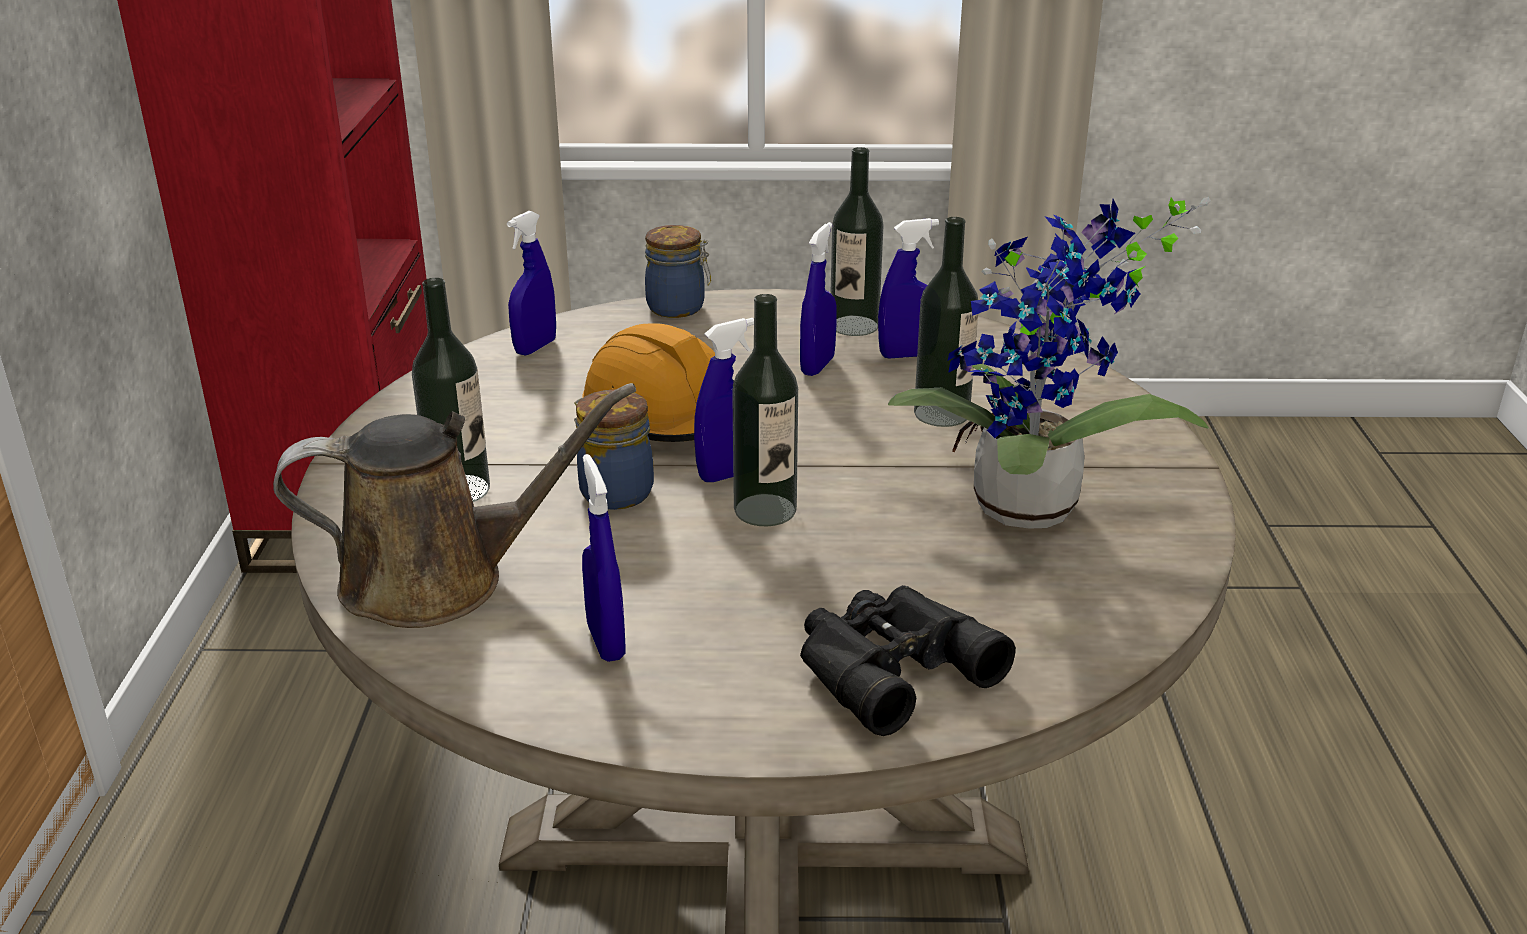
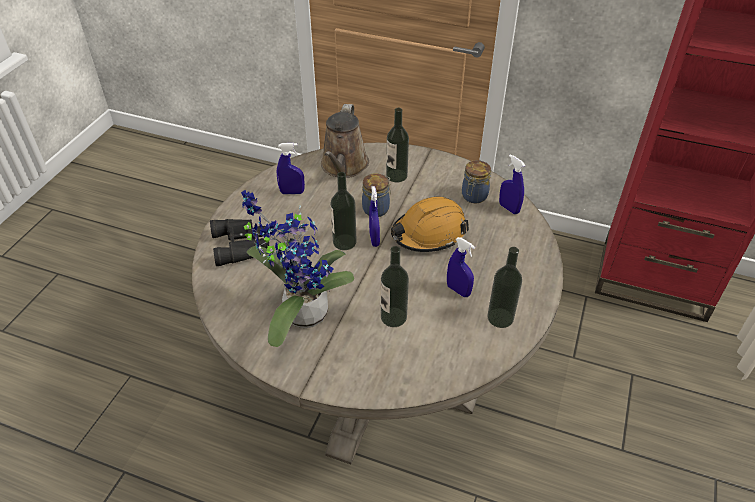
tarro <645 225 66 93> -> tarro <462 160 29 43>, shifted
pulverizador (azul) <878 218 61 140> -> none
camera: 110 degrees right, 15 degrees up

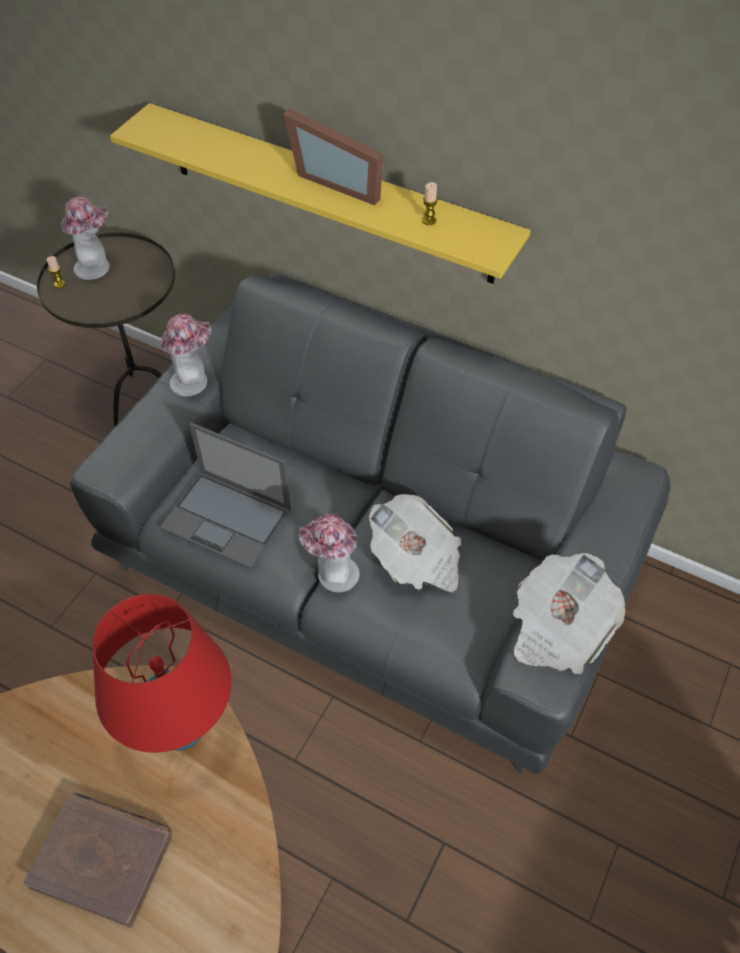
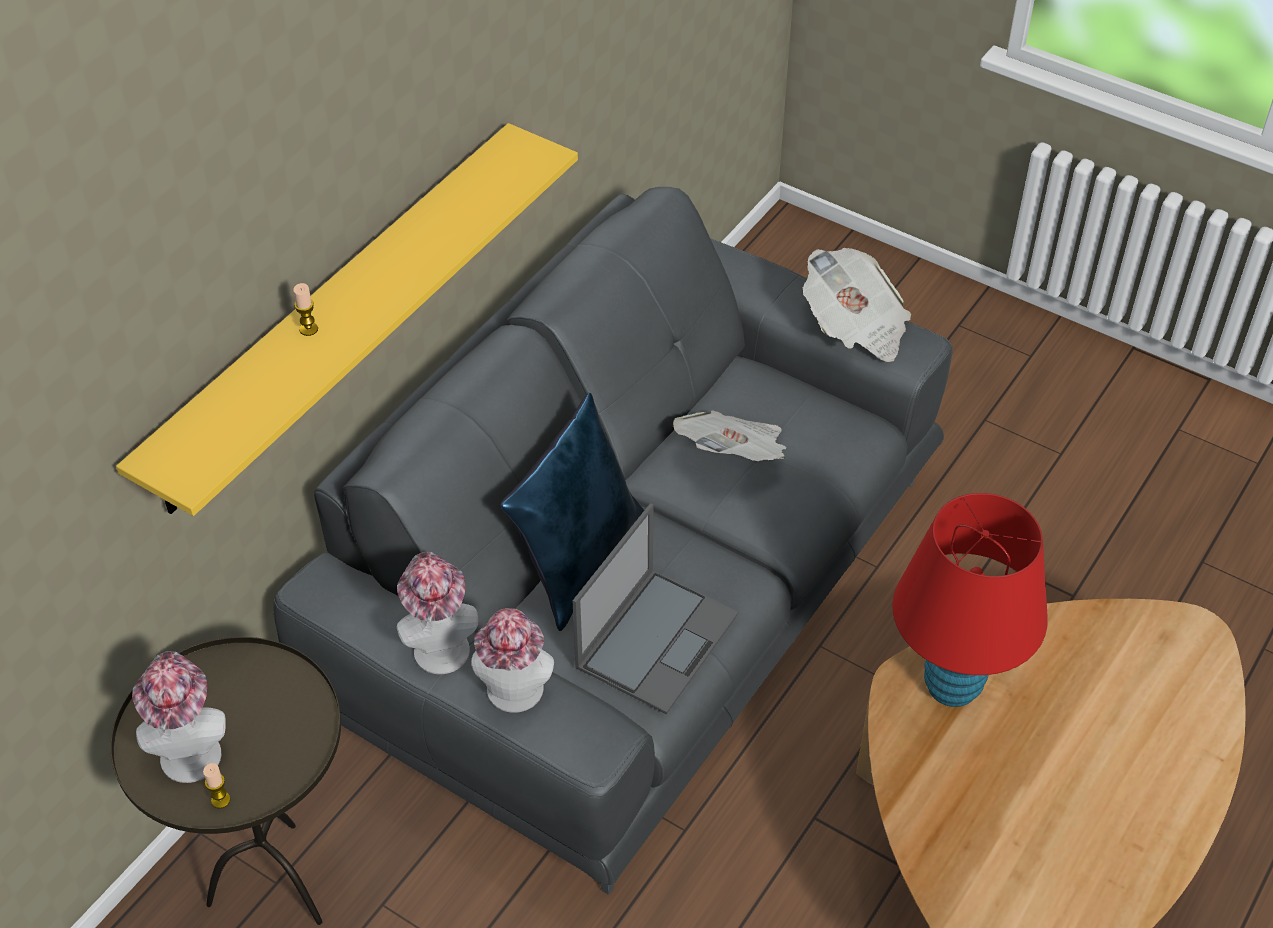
vela <422 182 16 43> -> vela <293 283 25 53>, shifted
sombrero <299 514 61 78> -> sombrero <471 608 83 105>, shifted
none -> cojín (azul) <500 393 144 238>
libro (marrón) <23 793 149 135> -> none
portarretratos <283 108 100 97> -> none
camera: 85 degrees left, 5 degrees down

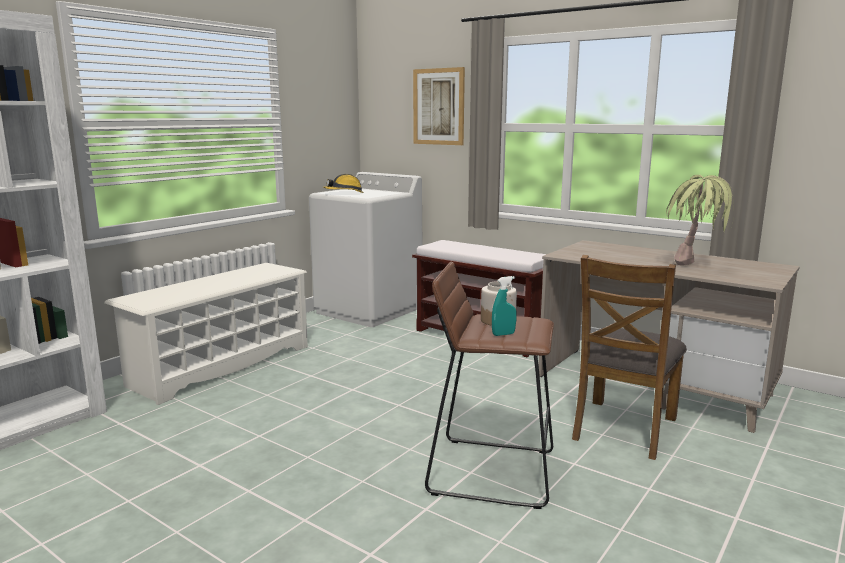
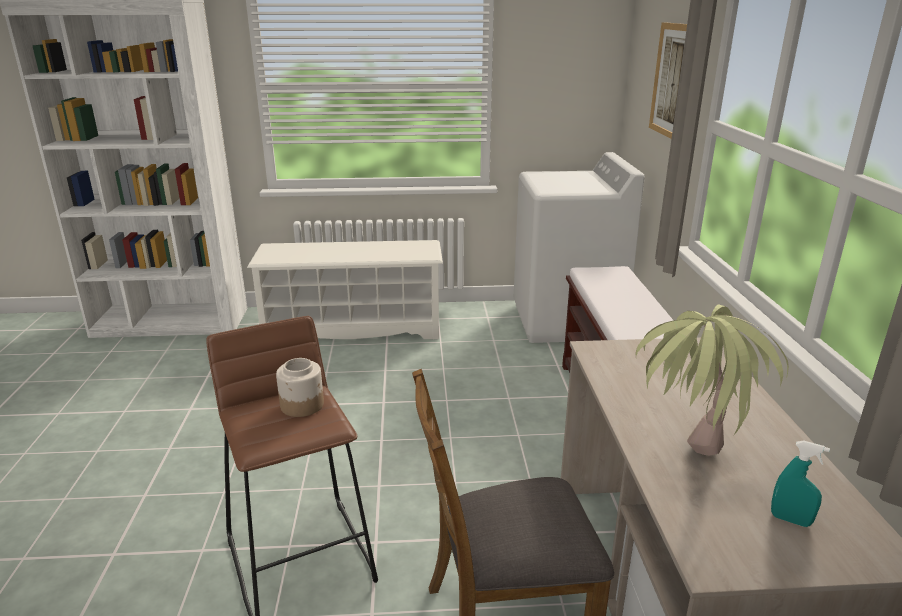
pulverizador (turquesa) <492 276 25 60> -> pulverizador (turquesa) <771 441 59 86>, shifted
casco <324 174 40 19> -> none
camera: 50 degrees right, 10 degrees up

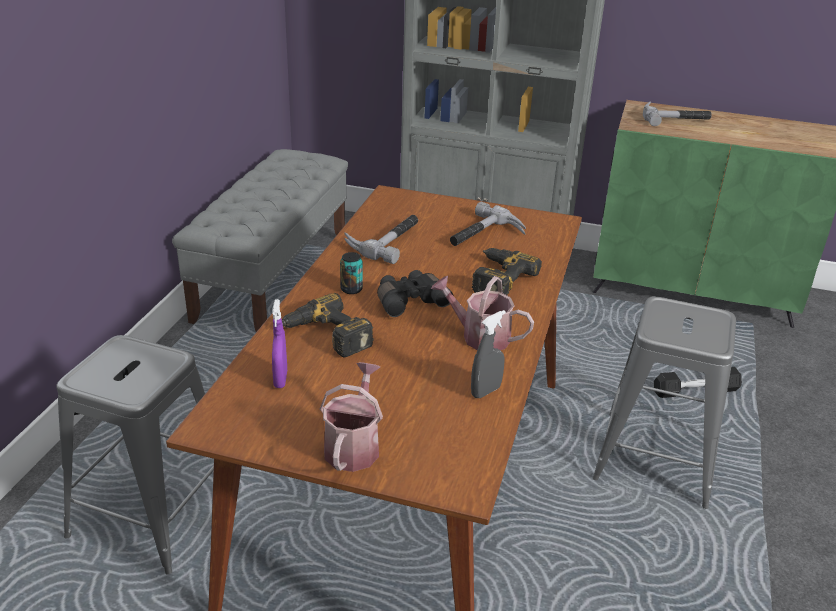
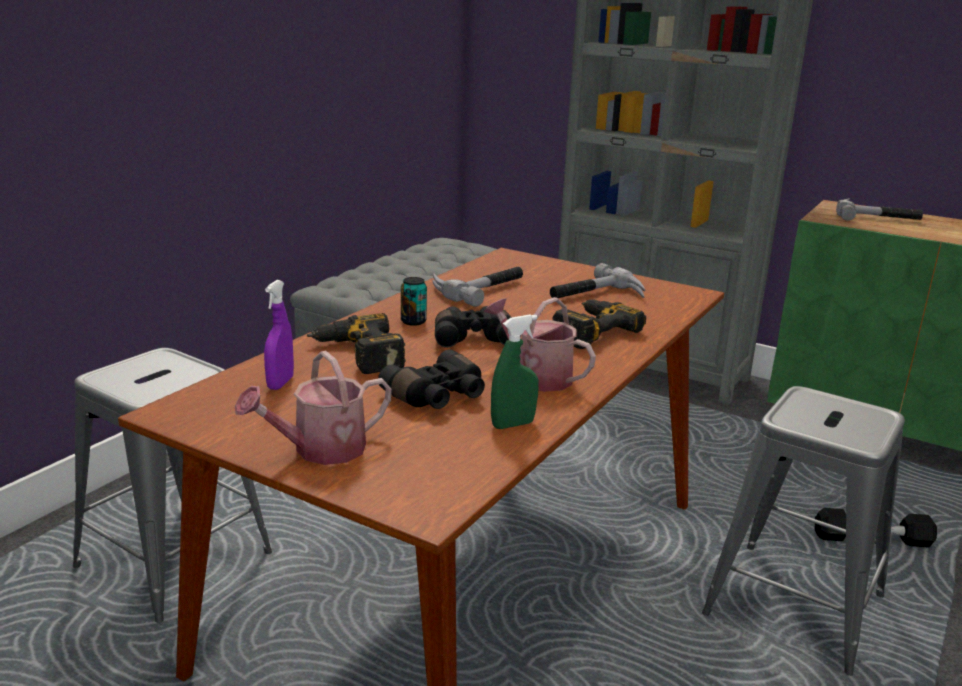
regadera <320 362 63 110> -> regadera <235 350 157 115>, 150 degrees counterclockwise
none -> prismáticos (negro) <378 350 107 59>
pulverizador (gris) <471 310 35 88> -> pulverizador (verde) <491 315 48 114>
camera: 15 degrees right, 10 degrees down

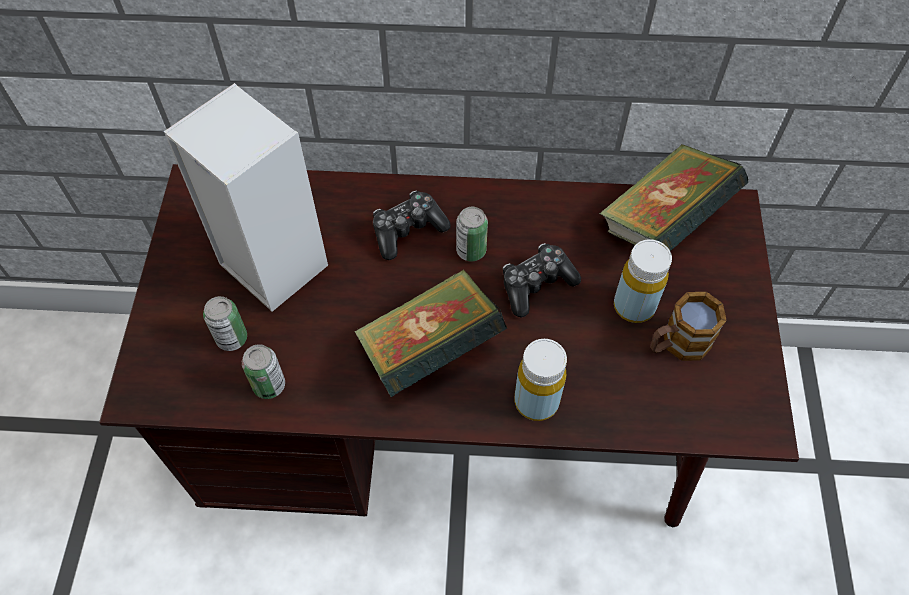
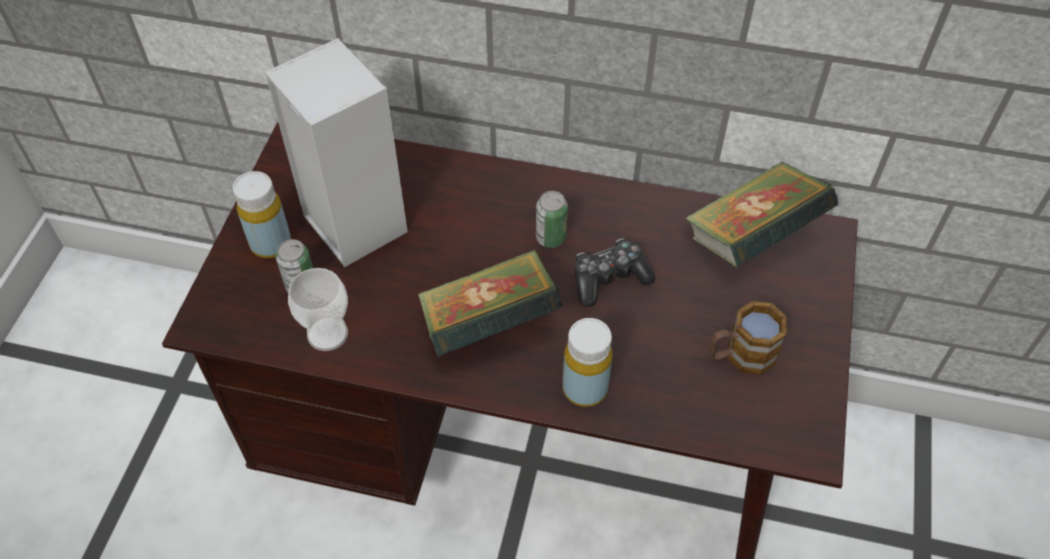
botella (amarillo) <614 239 58 84> -> botella (amarillo) <233 171 58 87>, shifted
lata <242 344 43 55> -> taza <288 268 60 83>
mando de consola <373 190 78 70> -> none
camera: 10 degrees right, 5 degrees down

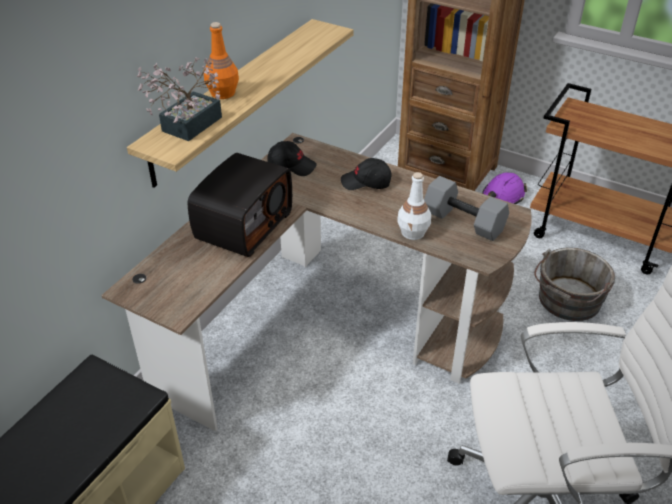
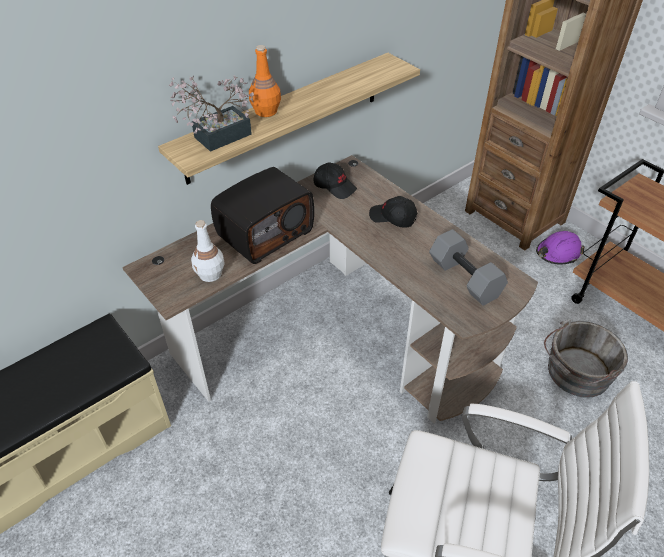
botella (blanco) <397 172 34 68> -> botella (blanco) <191 220 34 62>, shifted
camera: 20 degrees right, 5 degrees up

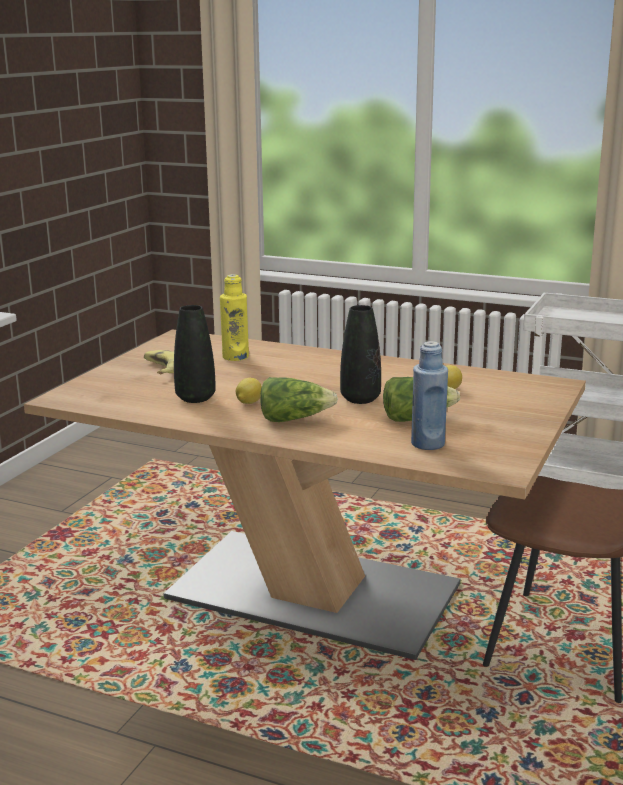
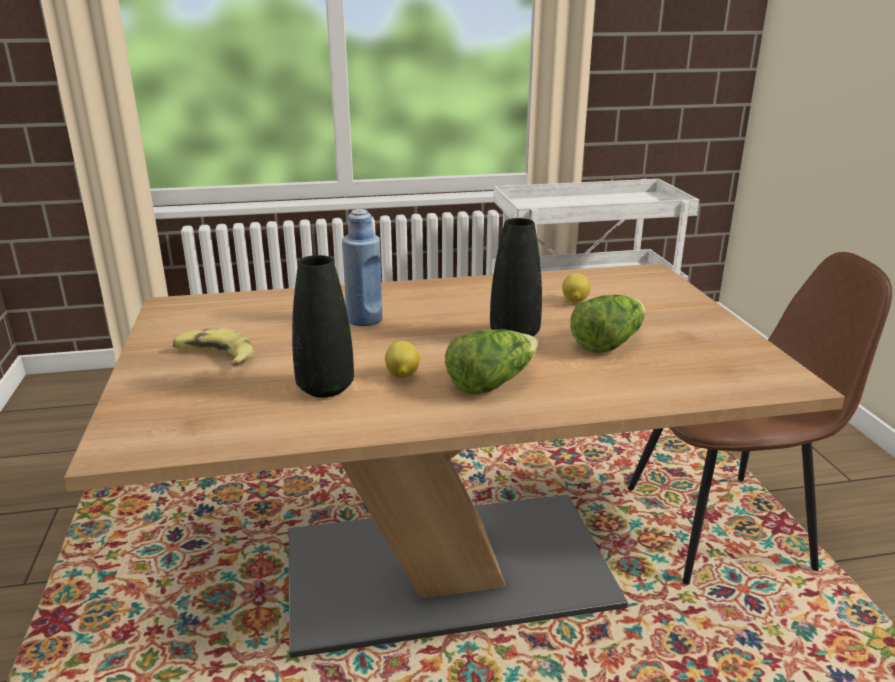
botella (azul) <411 341 37 109> -> botella (azul) <342 209 40 117>, shifted
botella (amarillo) <220 274 29 87> -> none
camera: 35 degrees left, 5 degrees up

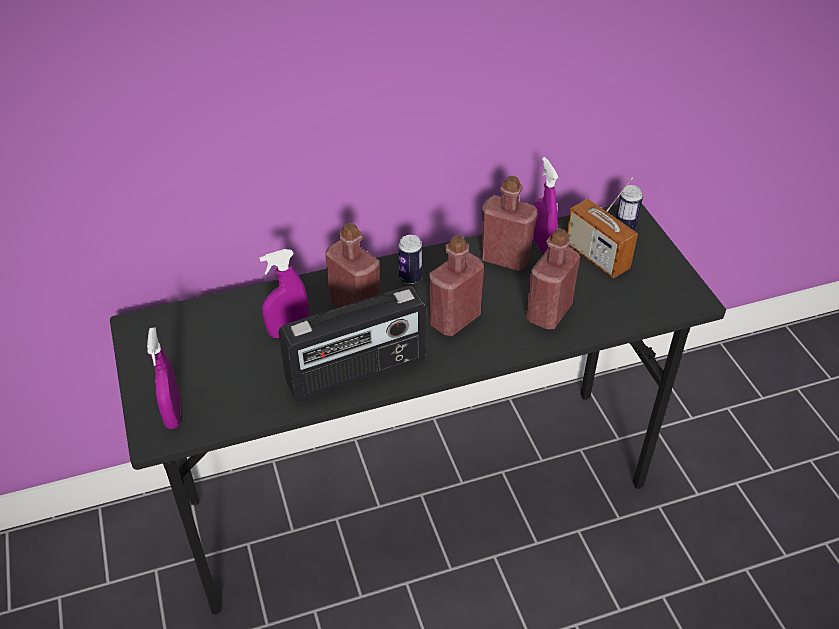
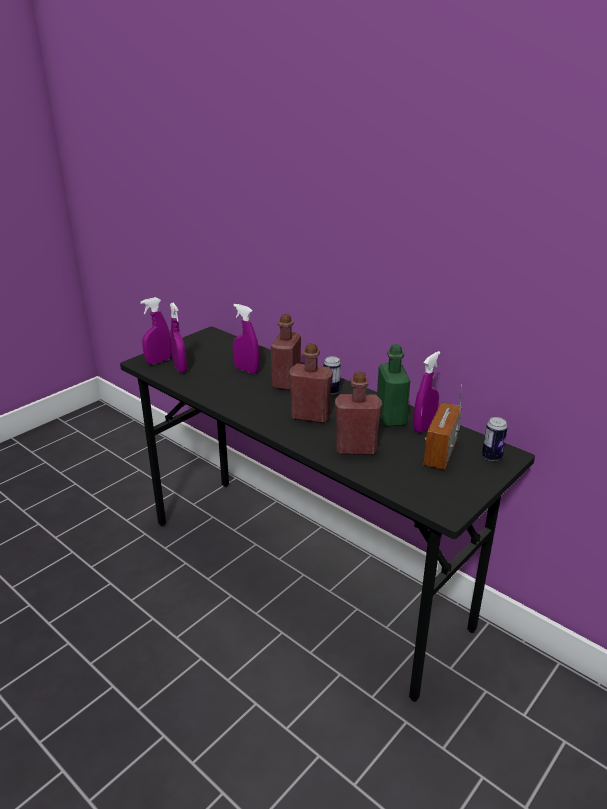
none -> pulverizador (morado) <170 303 17 70>
botella (rojo) <481 176 56 95> -> botella (verde) <377 344 33 83>
radio <278 286 148 116> -> none
camera: 60 degrees right, 15 degrees down

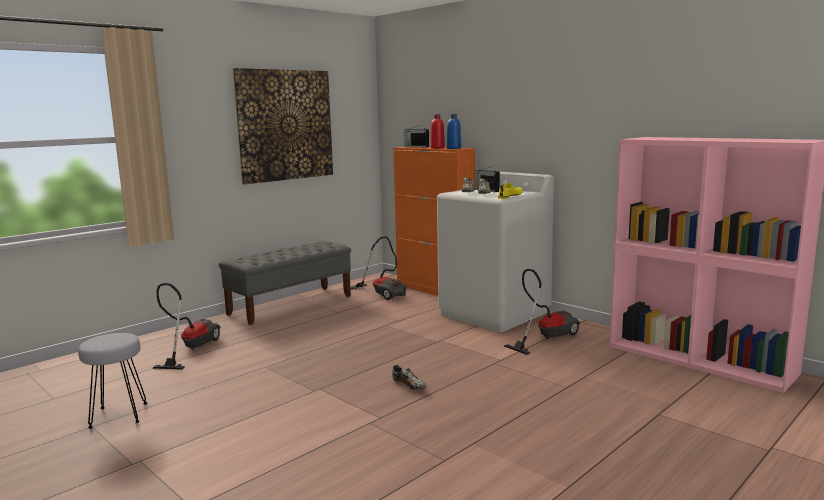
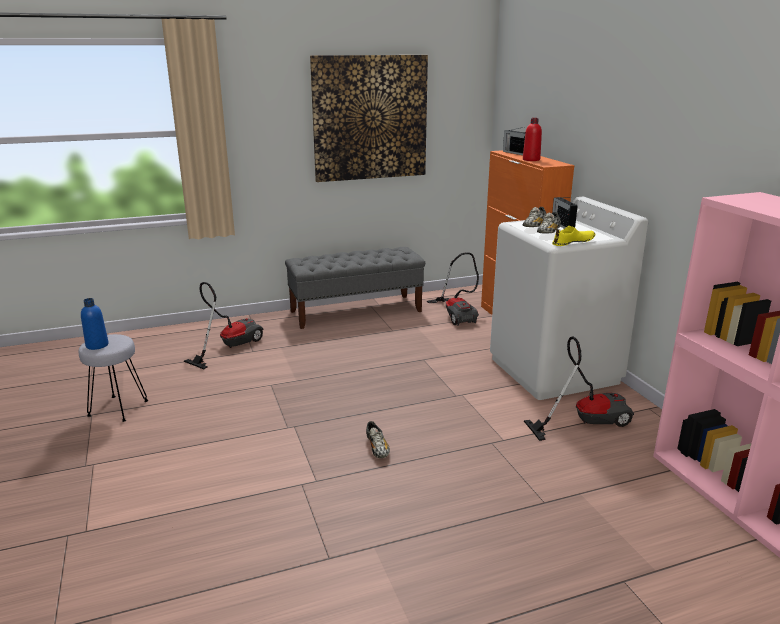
botella (azul) <447 114 14 35> -> botella (azul) <81 298 28 52>, shifted
camera: 25 degrees right, 10 degrees up

